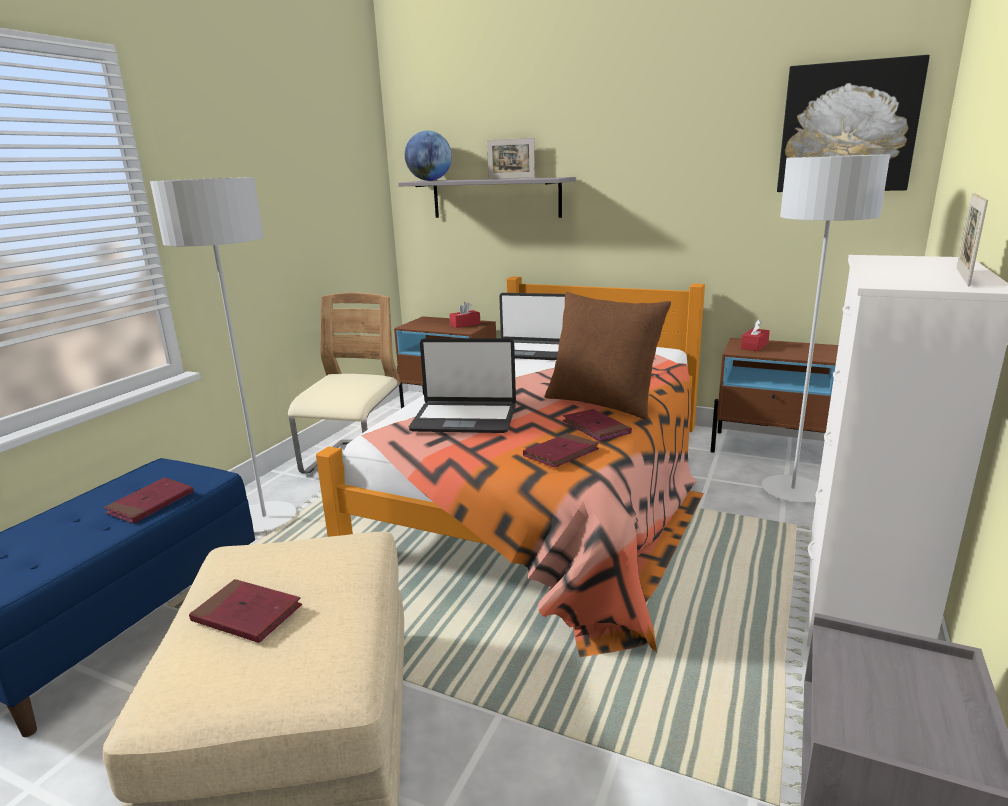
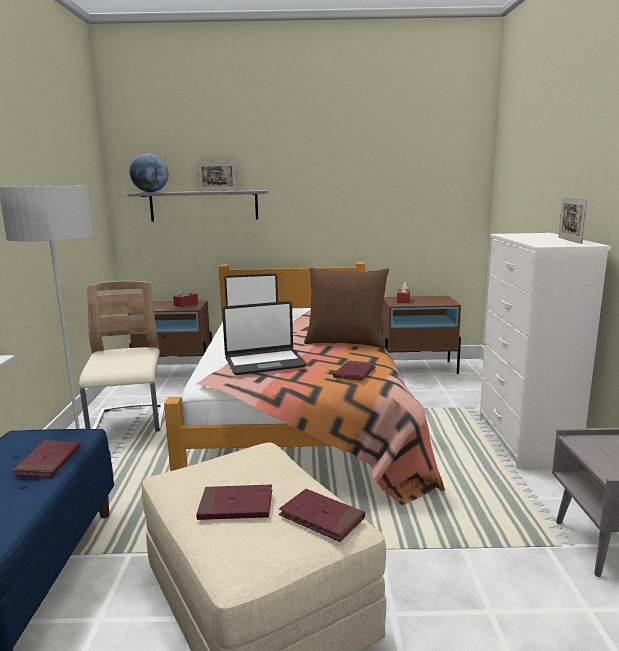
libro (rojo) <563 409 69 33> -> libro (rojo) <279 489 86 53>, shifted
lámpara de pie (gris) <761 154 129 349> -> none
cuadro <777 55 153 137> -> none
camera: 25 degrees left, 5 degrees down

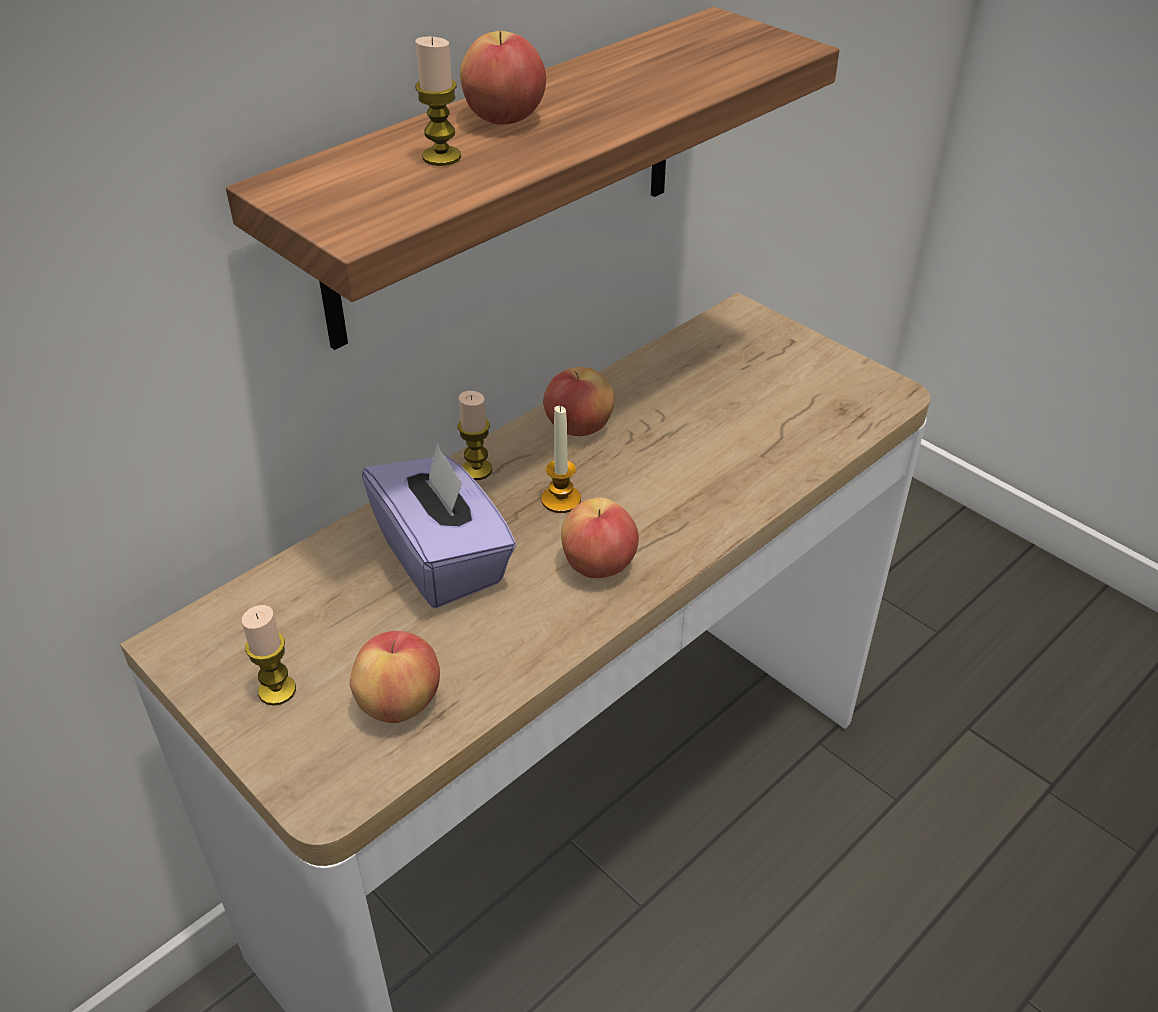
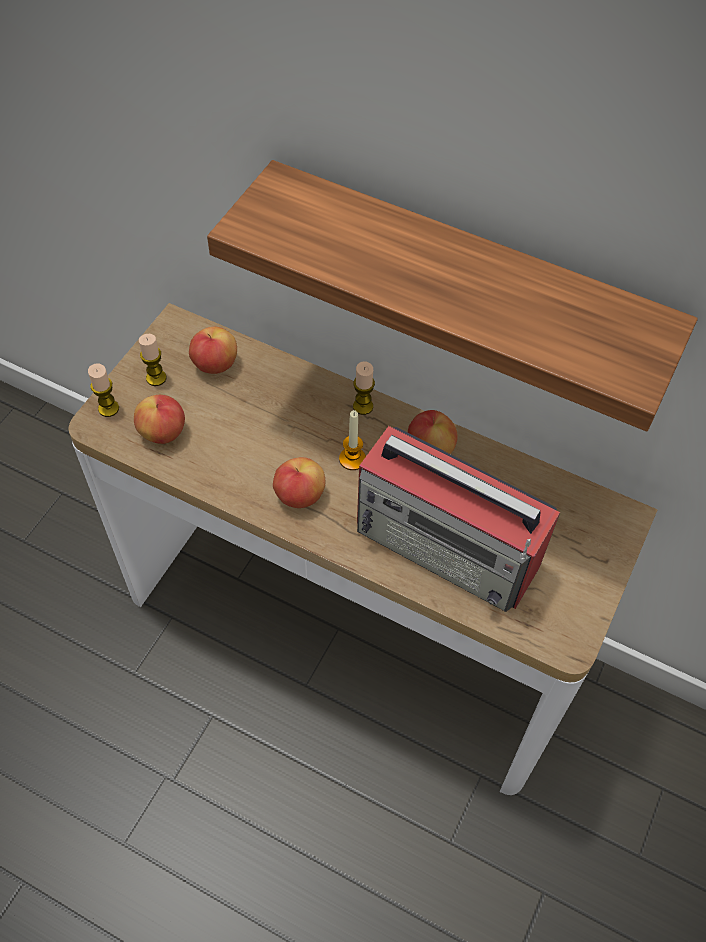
vela <415 36 46 130> -> vela <88 364 31 53>, shifted
manzana <460 31 86 94> -> manzana <189 327 48 47>, shifted
none -> radio <357 426 203 186>
caja de pañuelos (morado) <362 442 154 166> -> none
camera: 70 degrees right, 15 degrees up

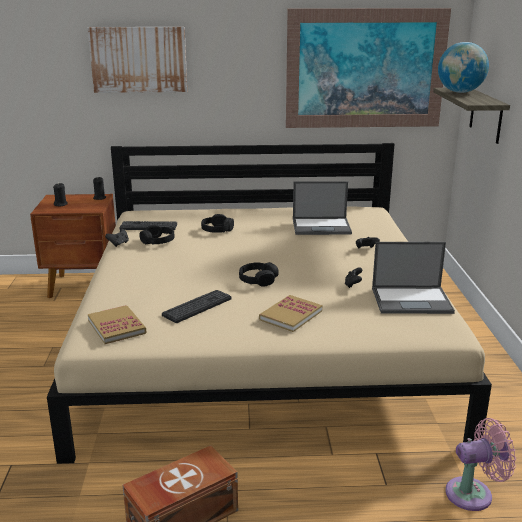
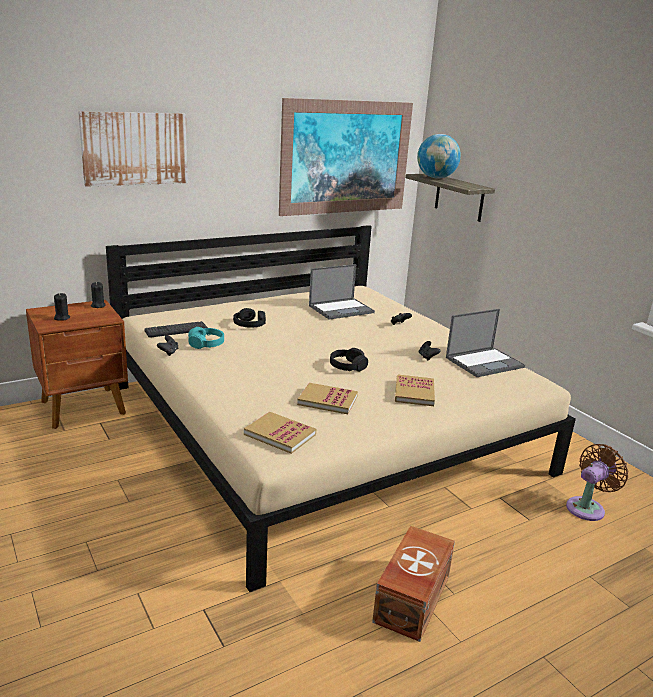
auriculares (negro) <139 225 35 20> -> auriculares (turquesa) <188 327 36 22>
teclado <162 290 70 33> -> libro <297 383 61 31>
ventilador (rosa) <445 418 71 93> -> ventilador (marrón) <566 444 62 77>
camera: 30 degrees left, 0 degrees up

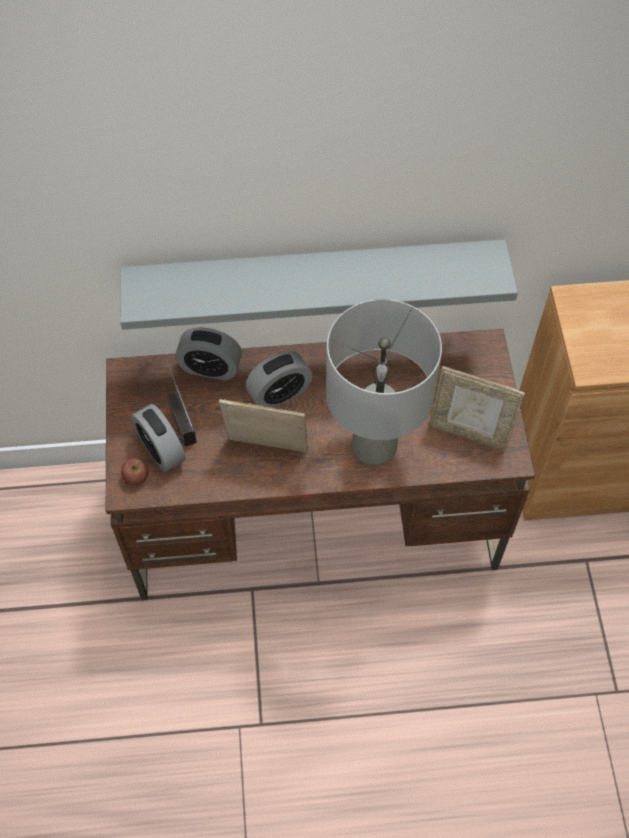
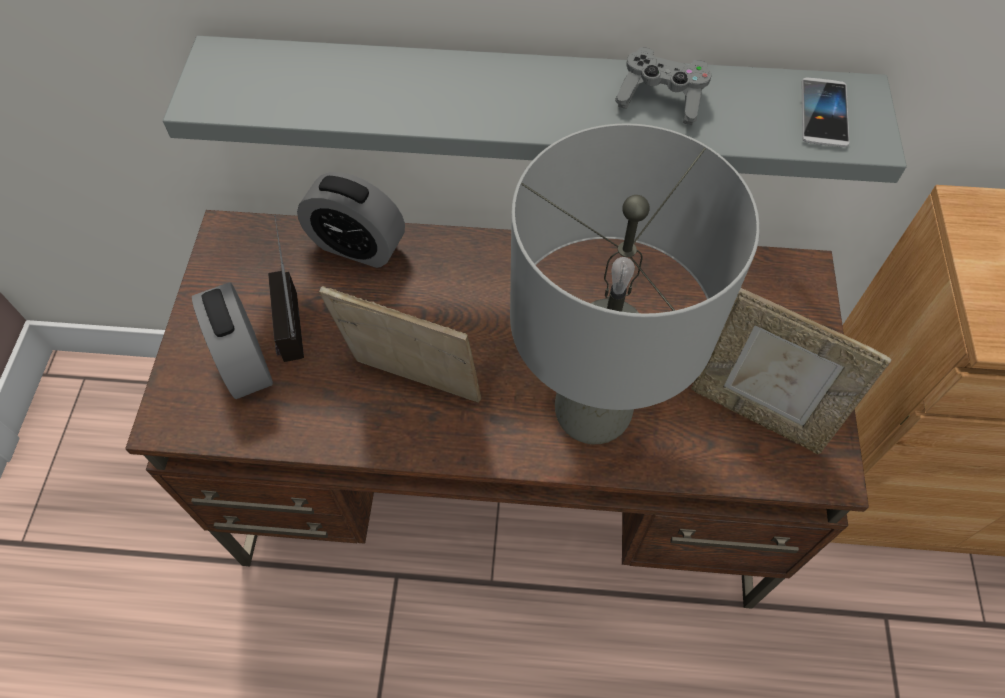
none -> mando de consola (gris) <615 47 96 78>
none -> móvil <802 77 47 70>
manzana <121 458 28 27> -> none
despertador <246 351 67 57> -> none
camera: 10 degrees right, 0 degrees up

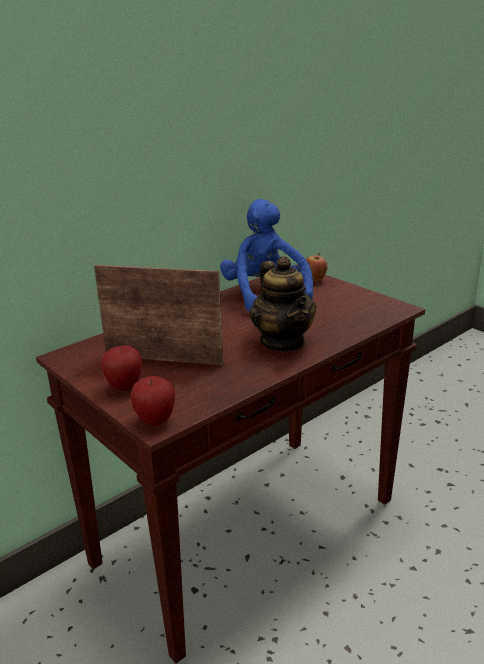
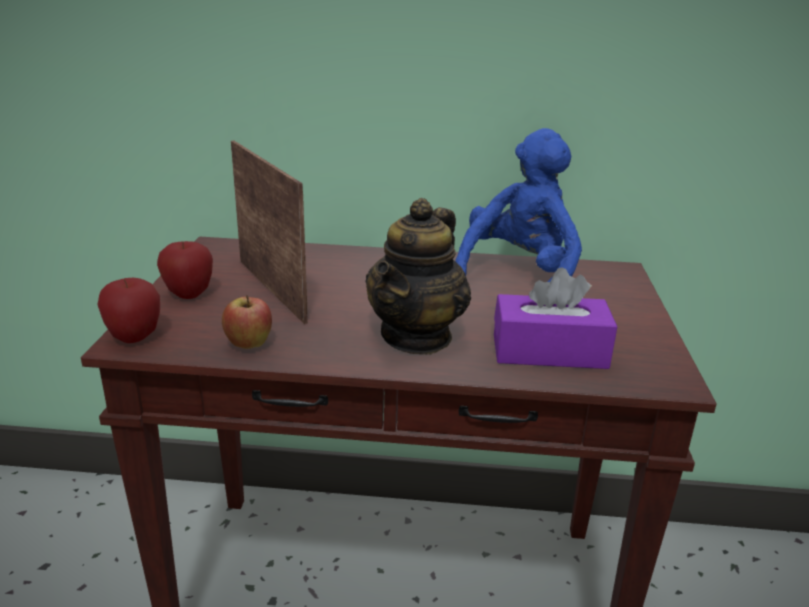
manzana <306 253 22 28> -> manzana <222 295 50 54>, shifted
none -> caja de pañuelos (morado) <494 268 123 101>
camera: 45 degrees right, 0 degrees up

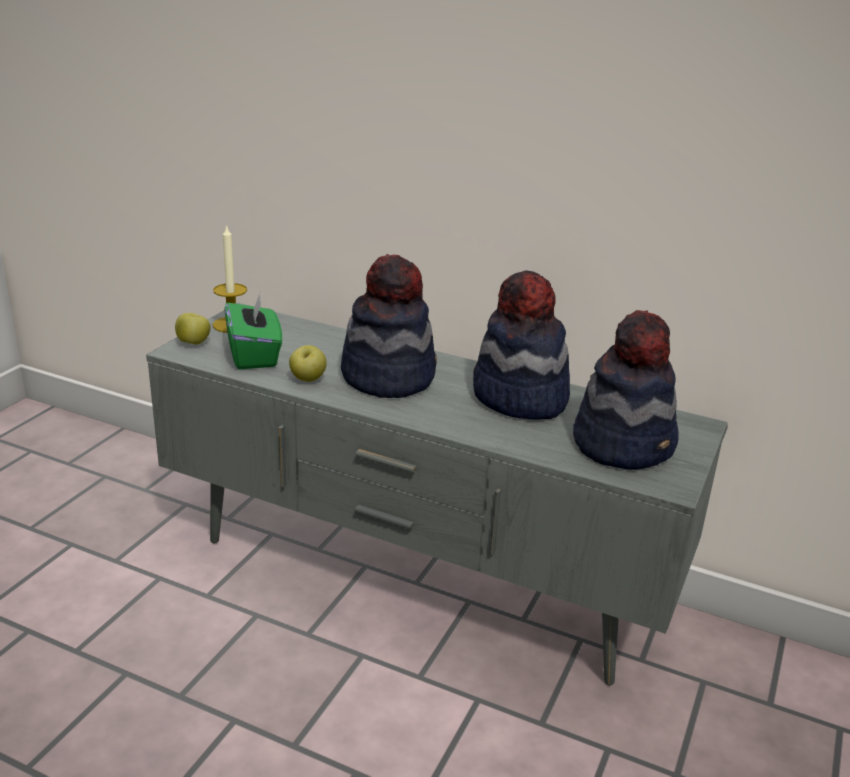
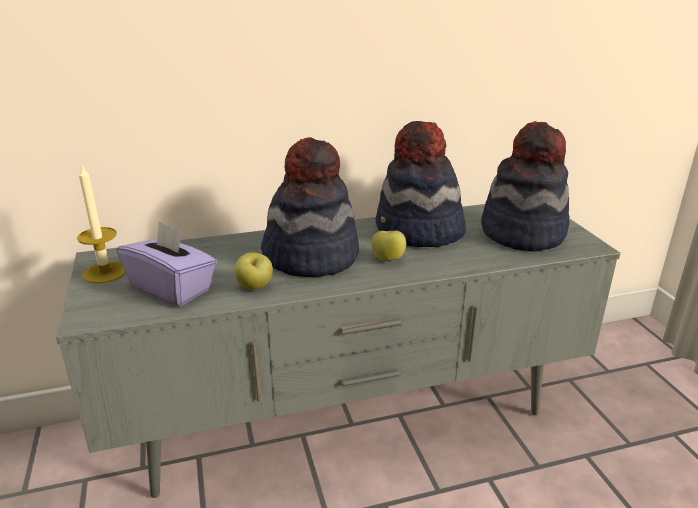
caja de pañuelos (verde) <224 293 58 76> -> caja de pañuelos (morado) <117 221 100 86>
manzana <175 313 35 32> -> manzana <371 231 35 31>, shifted
camera: 40 degrees left, 0 degrees up

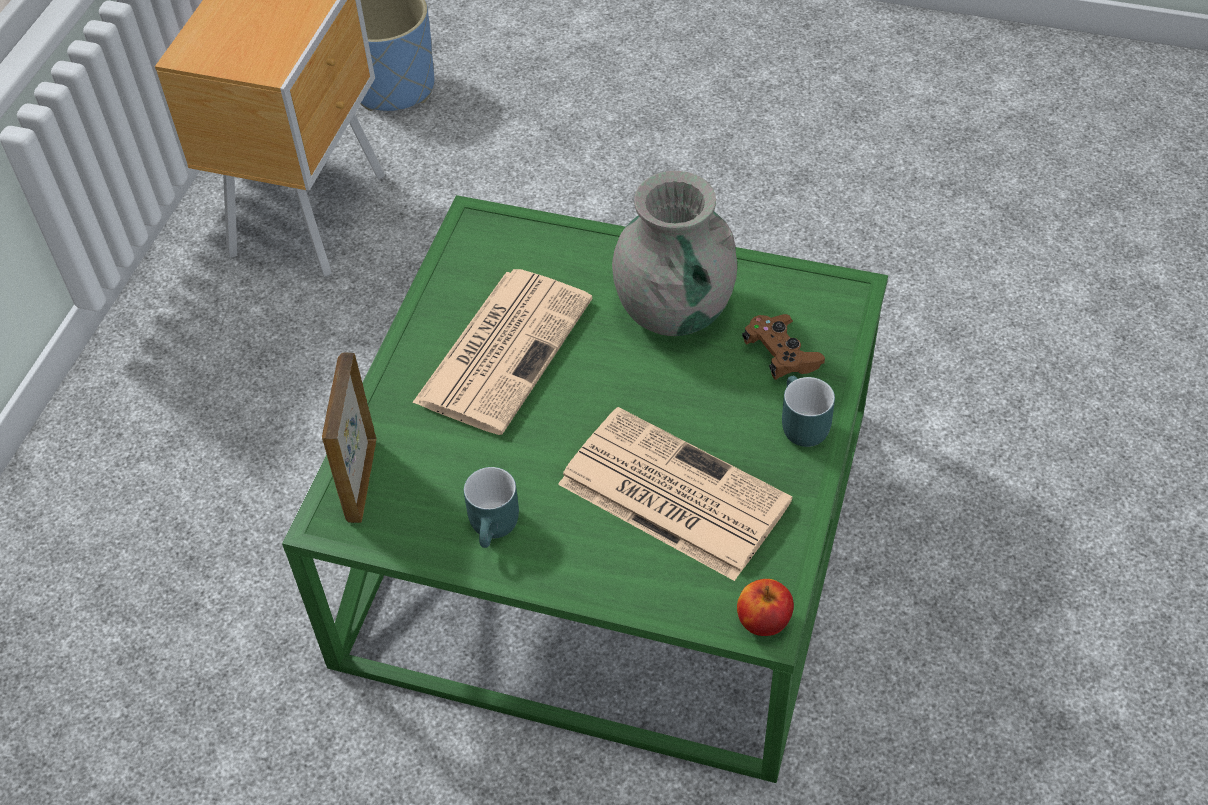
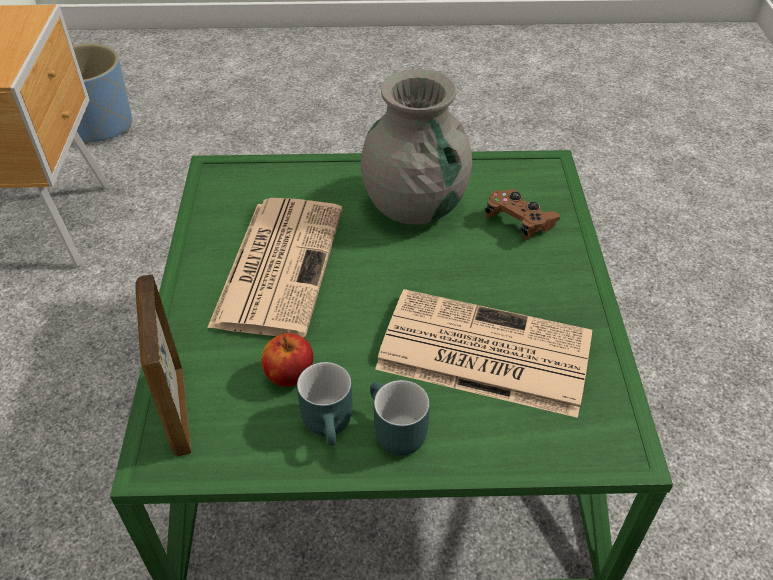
manzana <737 579 57 57> -> manzana <261 333 52 54>, shifted
taza grande (turquesa) <782 376 53 71> -> taza grande (turquesa) <370 380 60 76>, shifted
camera: 20 degrees left, 5 degrees down

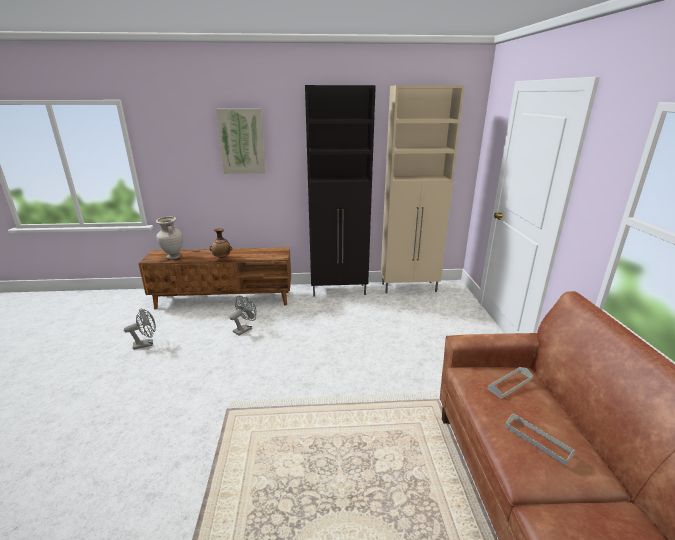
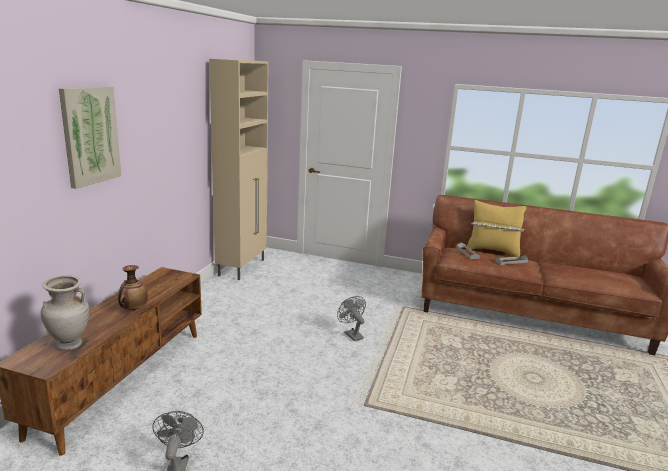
ventilador (gris) <230 296 26 39> -> ventilador (gris) <337 296 29 45>, shifted
none -> cojín (amarillo) <466 200 61 57>
armario (negro) <305 85 71 212> -> none
camera: 70 degrees left, 5 degrees down

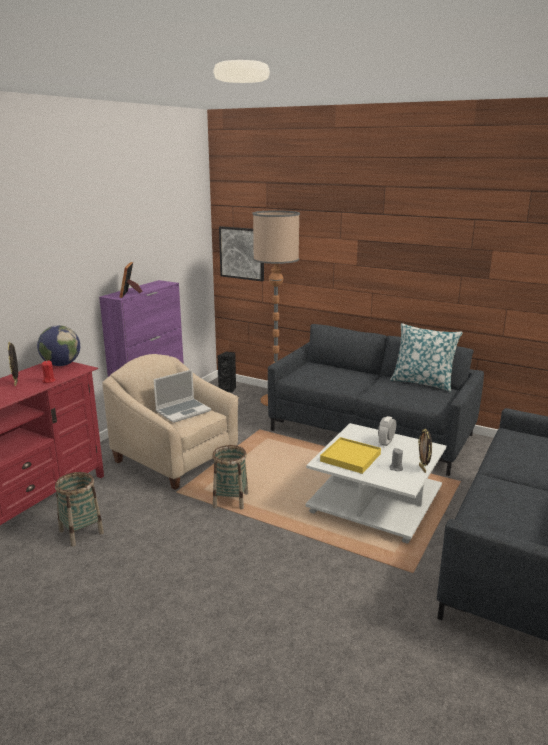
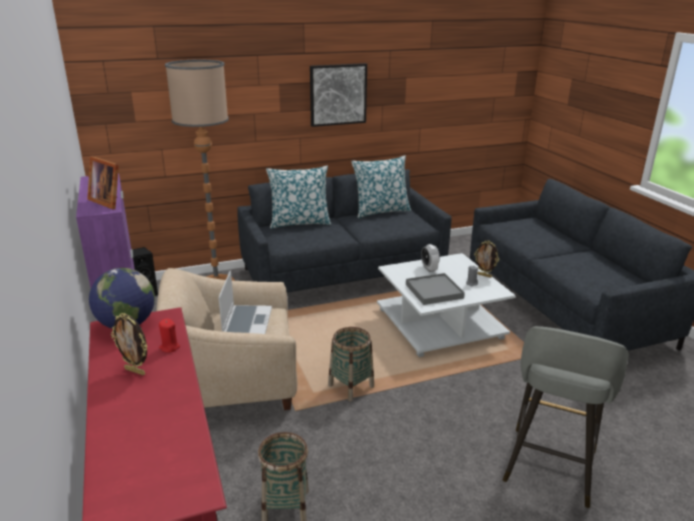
none -> cojín <266 166 65 63>
cuadro <219 226 45 55> -> cuadro <310 63 57 64>, shifted
bandeja (amarillo) <320 437 61 37> -> bandeja (gris) <406 273 59 32>
none -> taburete (gris) <503 326 126 182>
camera: 50 degrees left, 5 degrees up

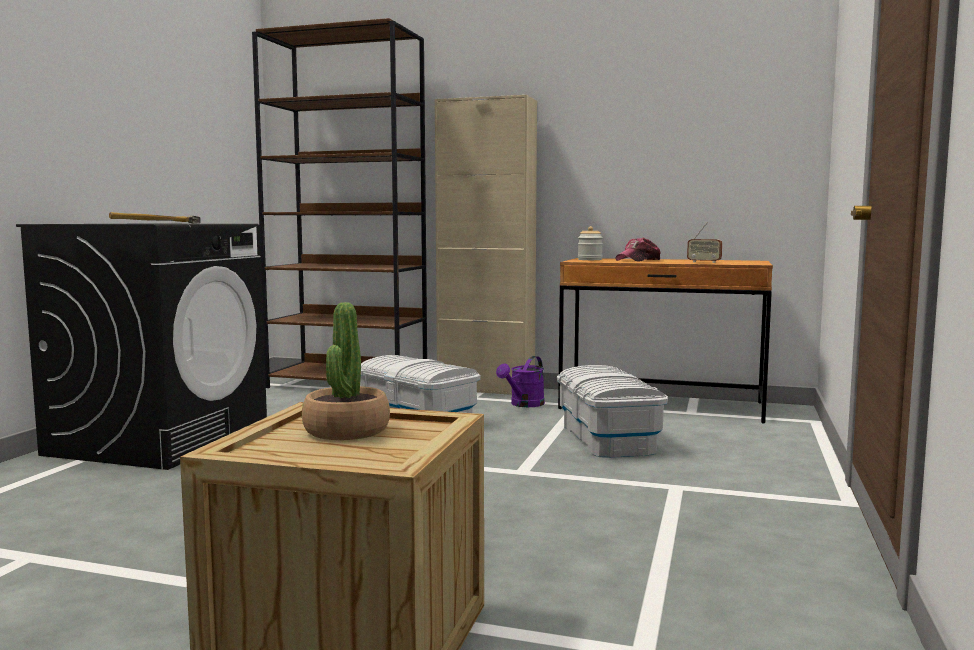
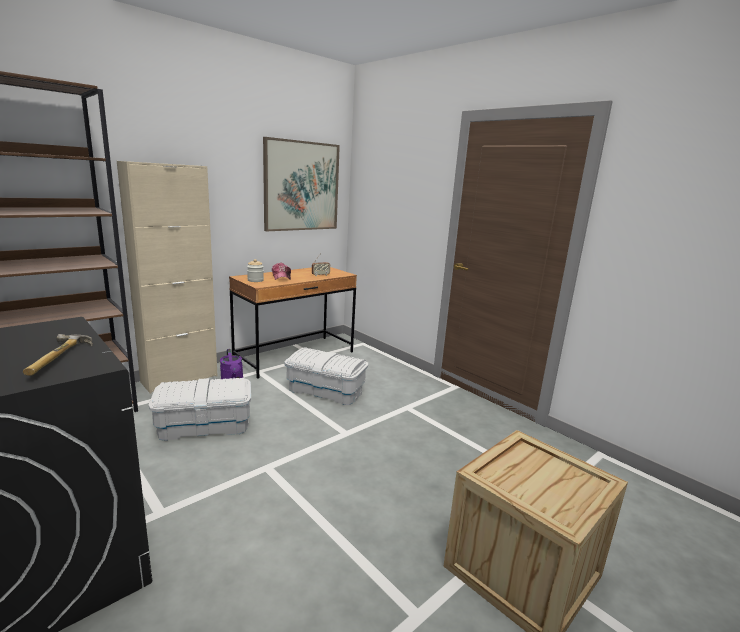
none -> cuadro <263 137 77 94>
planta en maceta <302 302 88 138> -> none
camera: 60 degrees left, 10 degrees up

